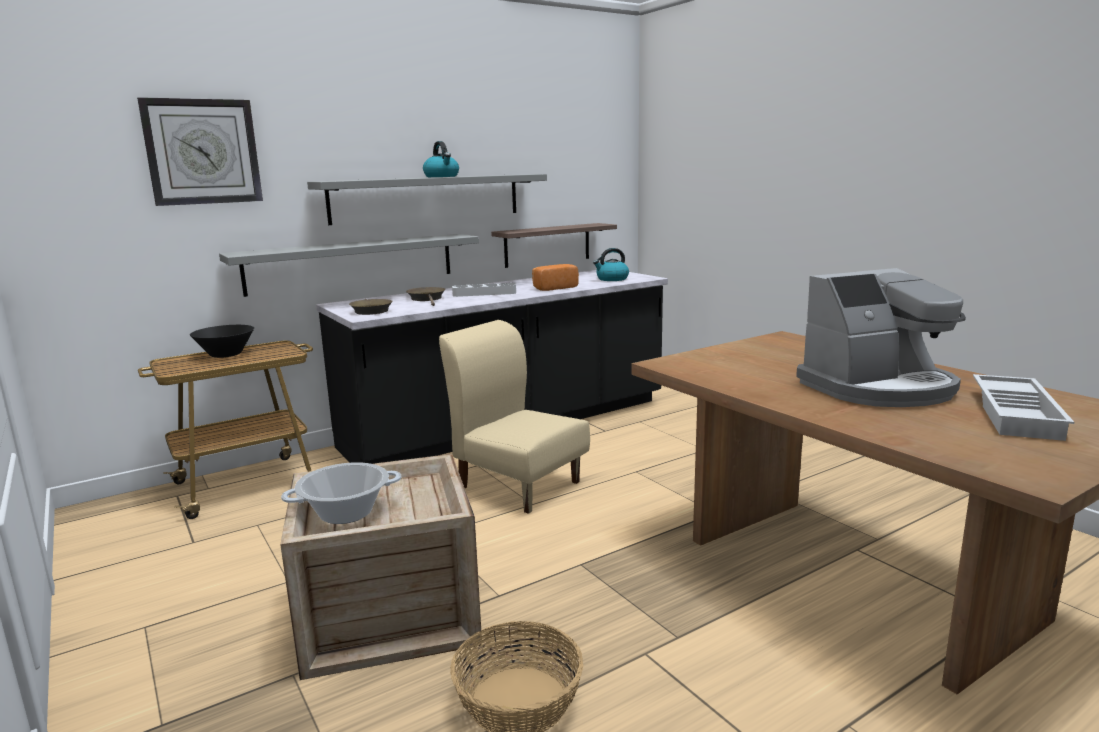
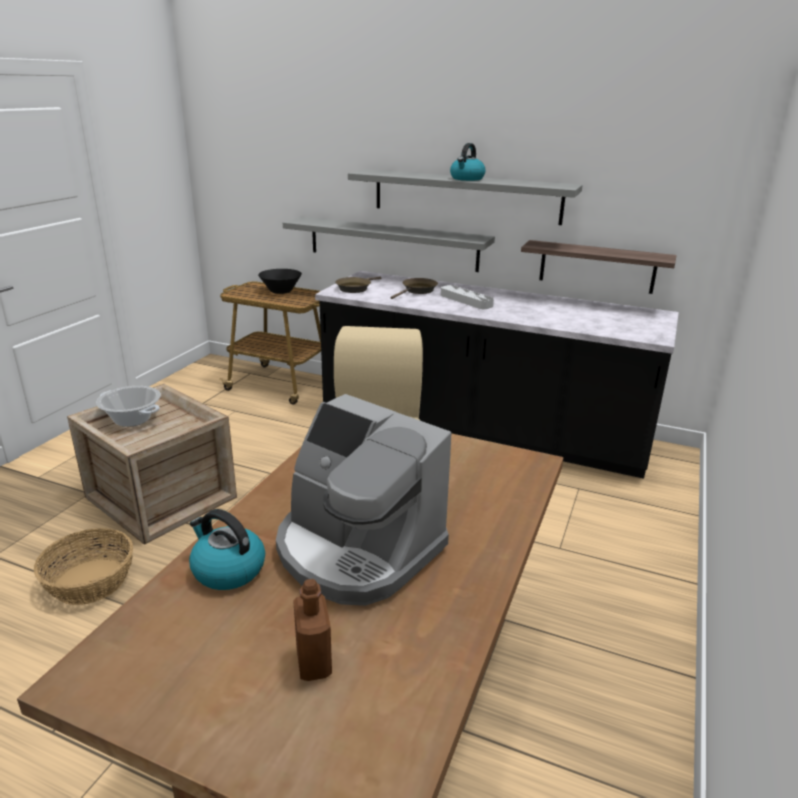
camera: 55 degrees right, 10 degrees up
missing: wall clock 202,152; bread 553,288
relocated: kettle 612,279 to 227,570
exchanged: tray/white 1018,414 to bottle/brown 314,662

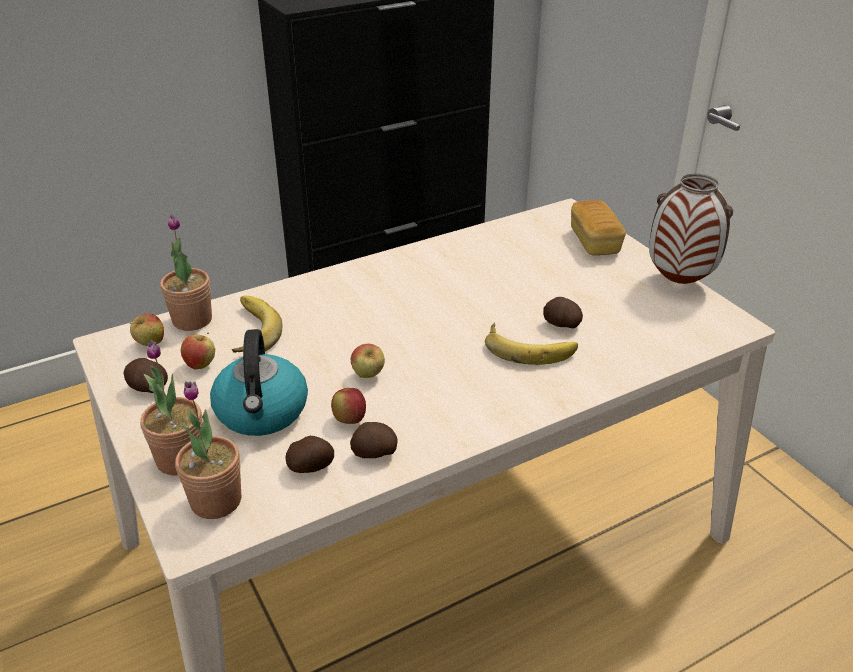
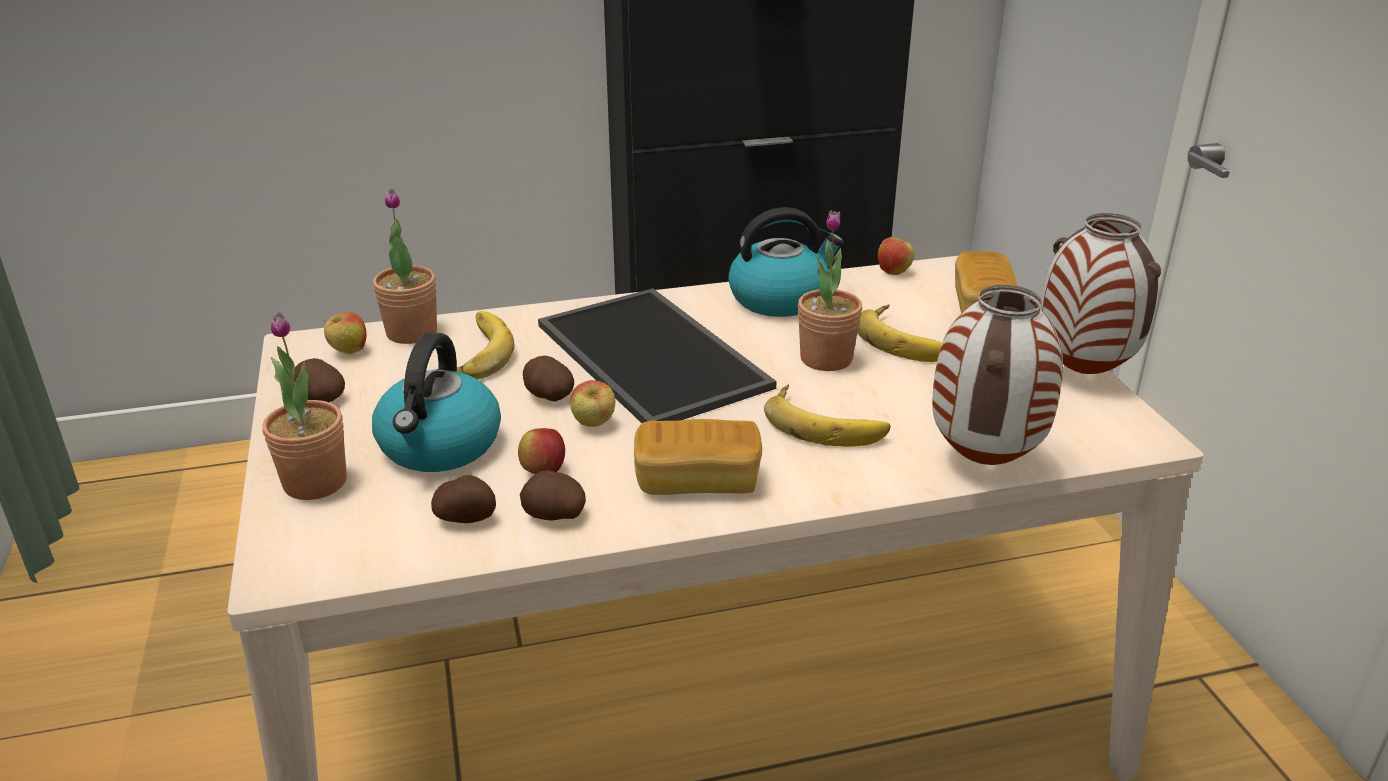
camera: 15 degrees right, 5 degrees down
appeared: tray 656,356; bread 697,481; kettle 780,298; banana 905,340; vase 985,463
relocated: potato 561,325 to 547,396; potted plant 216,501 to 826,359; apple 201,365 to 894,272

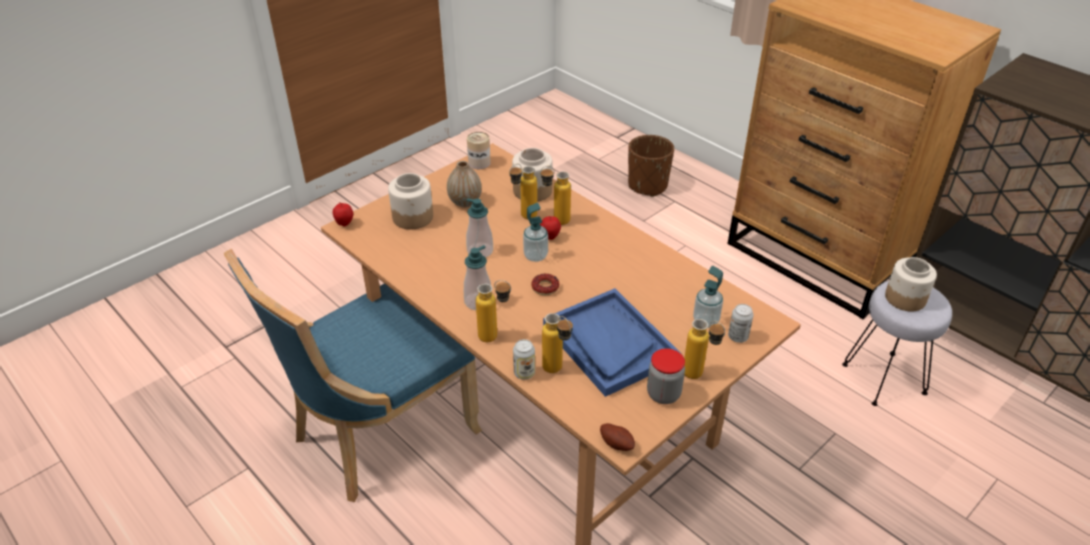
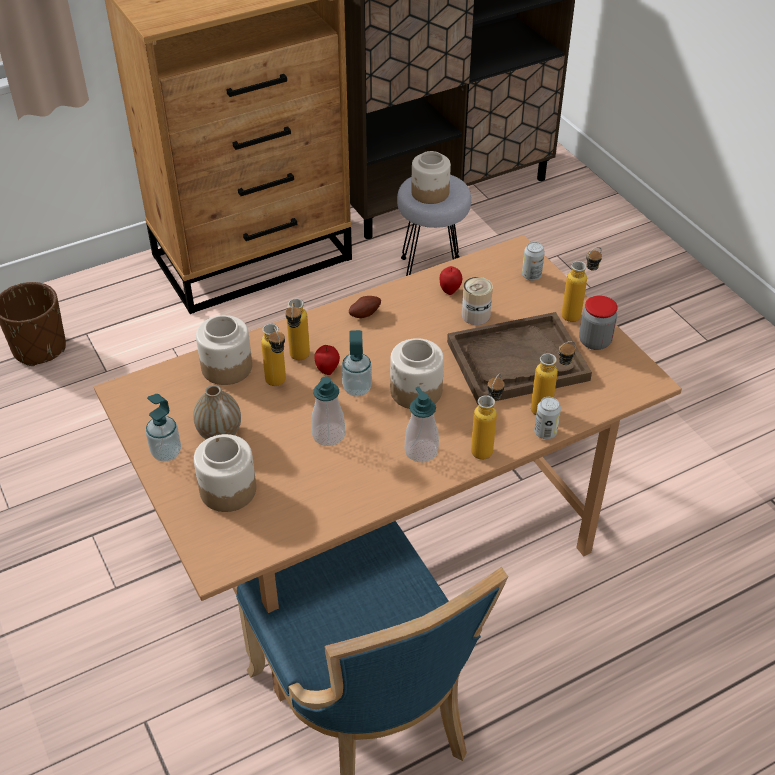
camera: 75 degrees left, 5 degrees up
relocated: soap dispenser 705,321 to 166,452; potato 617,443 to 364,313; apple 345,224 to 450,290; can 479,163 to 475,315
exchanged: donut 545,287 to jar 415,391
colour: tray/blue 609,343 to tray/brown 517,361

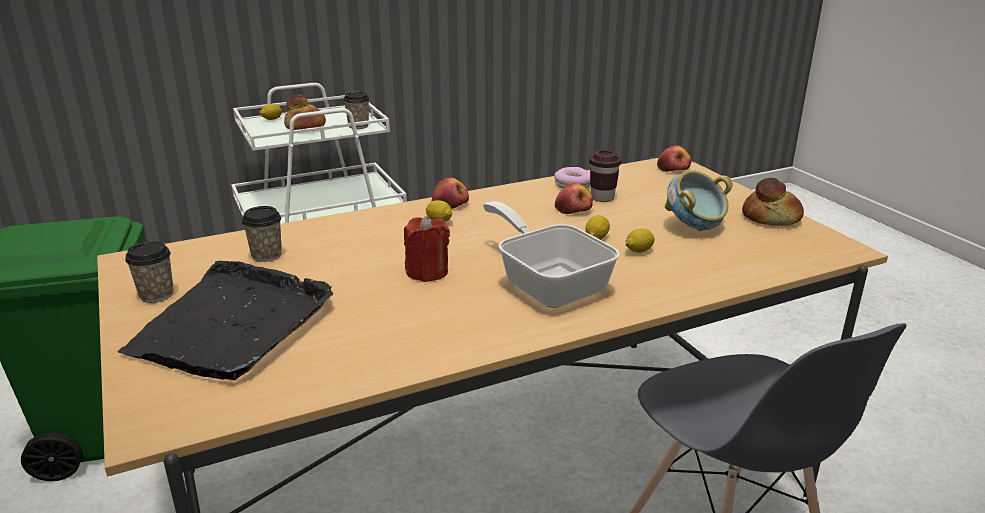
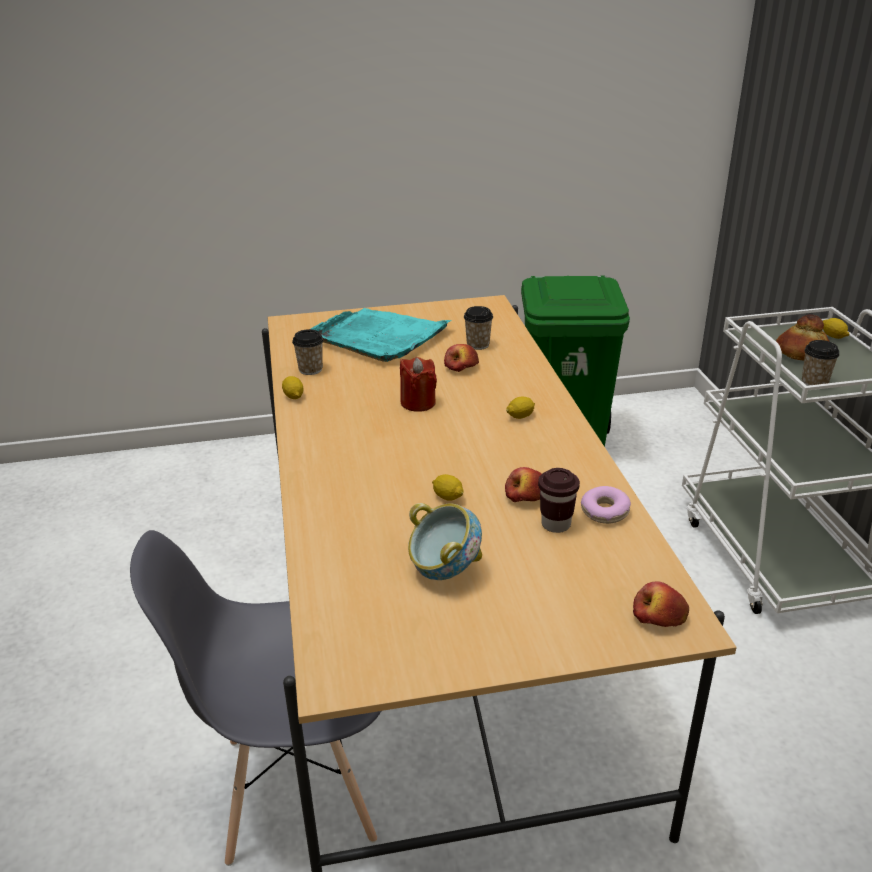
camera: 105 degrees right, 5 degrees up
missing: frying pan 548,282; bread 771,218
relocated: lemon 639,250 to 293,396; cup 156,295 to 310,369; apple 450,204 to 461,367
colour: tray/black 233,325 to tray/turquoise 379,337

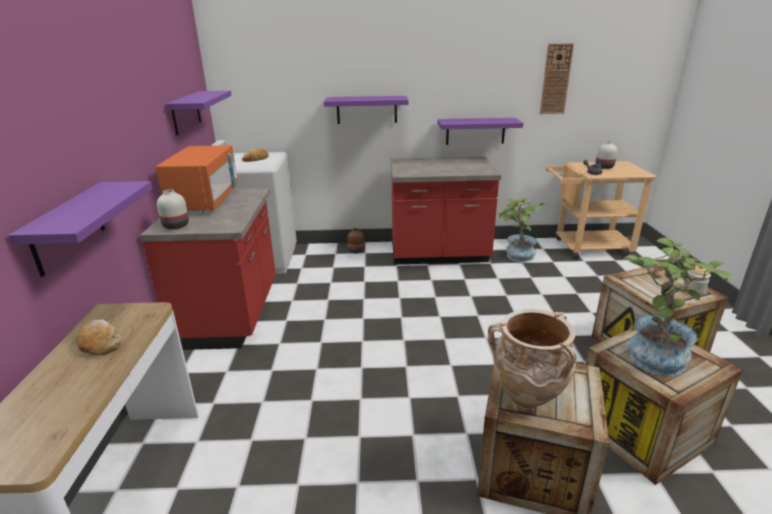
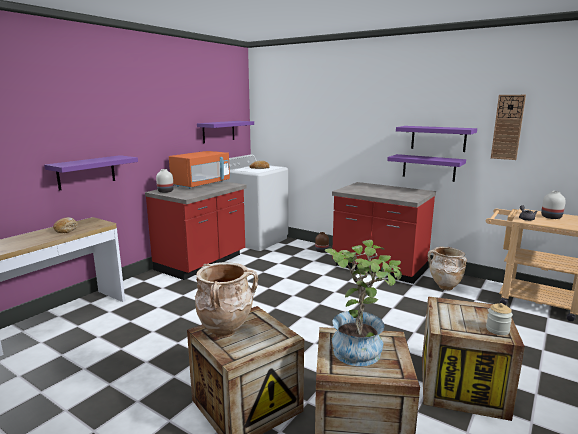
camera: 35 degrees right, 10 degrees down
relocated: shelf/purple 366,109 to 438,138
exchanged: potted plant 516,257 to vase/beige 444,287

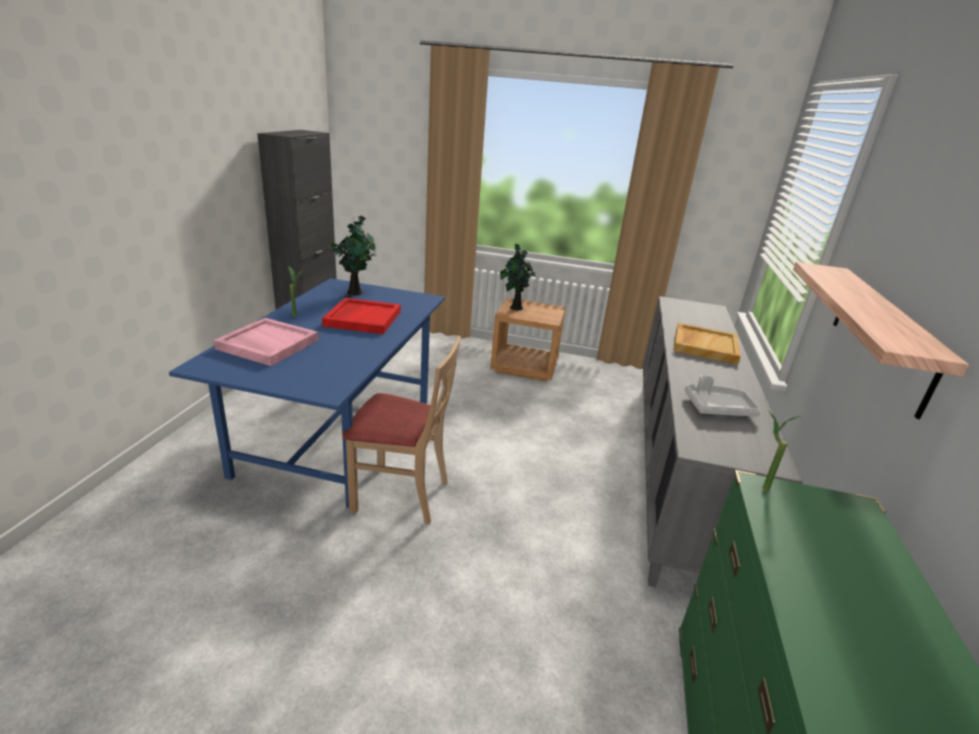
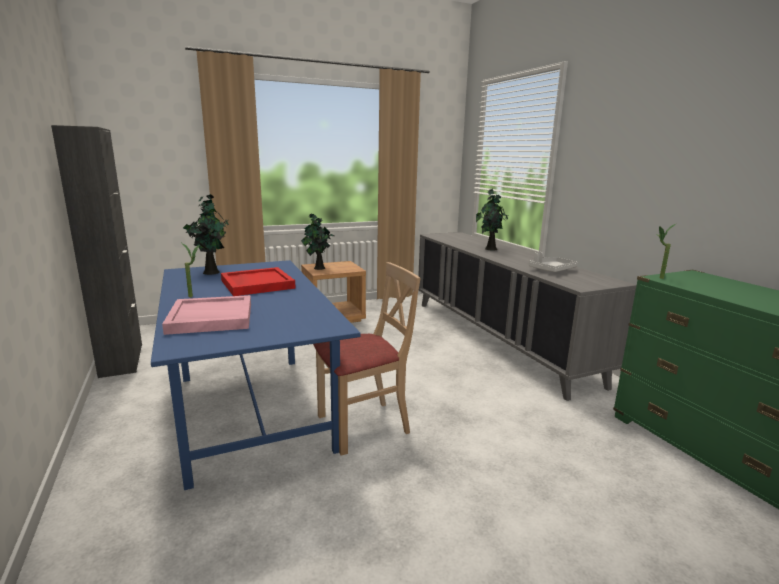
camera: 35 degrees left, 10 degrees down
missing: shelf 882,335
exchanged: tray/beige 704,345 to potted plant 489,249

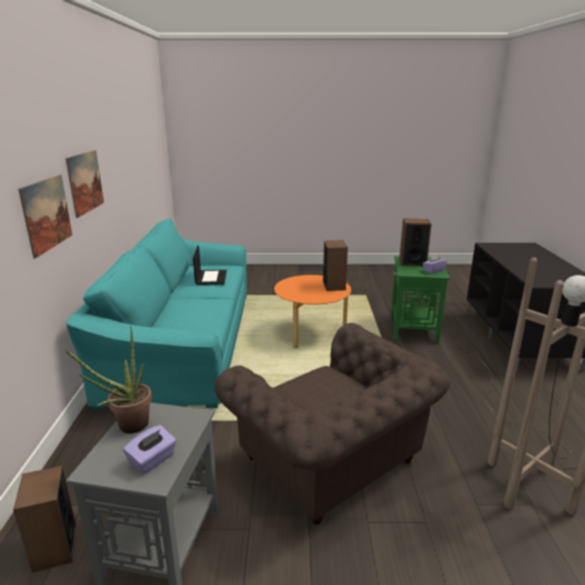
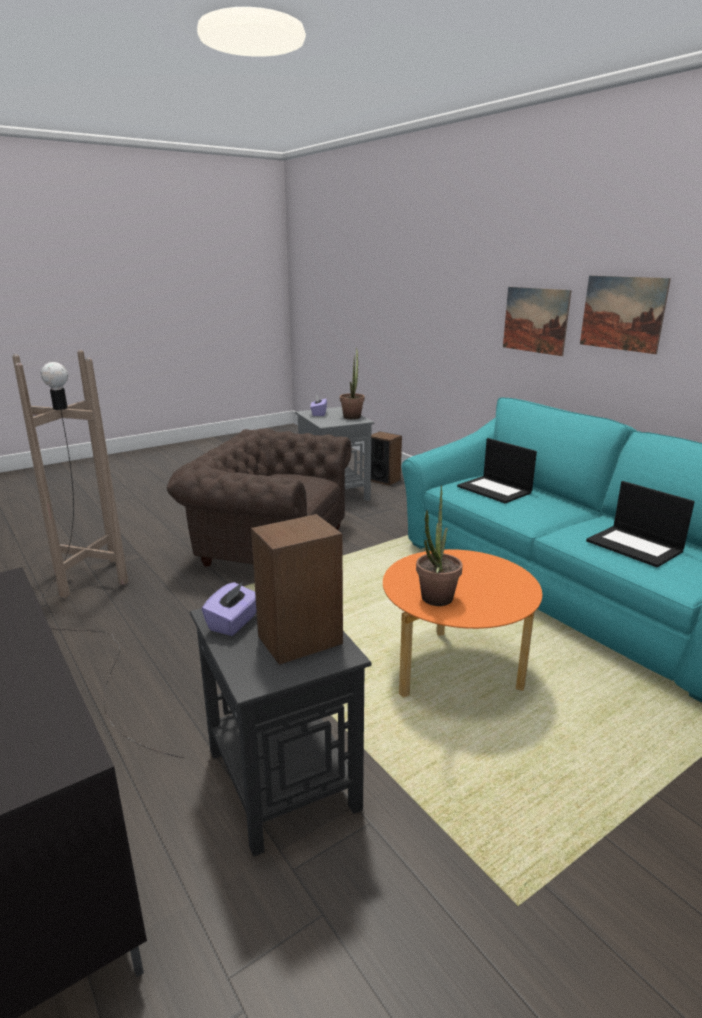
camera: 145 degrees right, 0 degrees up
appeared: laptop 495,490
exchanged: speaker 334,285 to potted plant 435,601
colour: side table/green 413,329 to side table/black 281,777

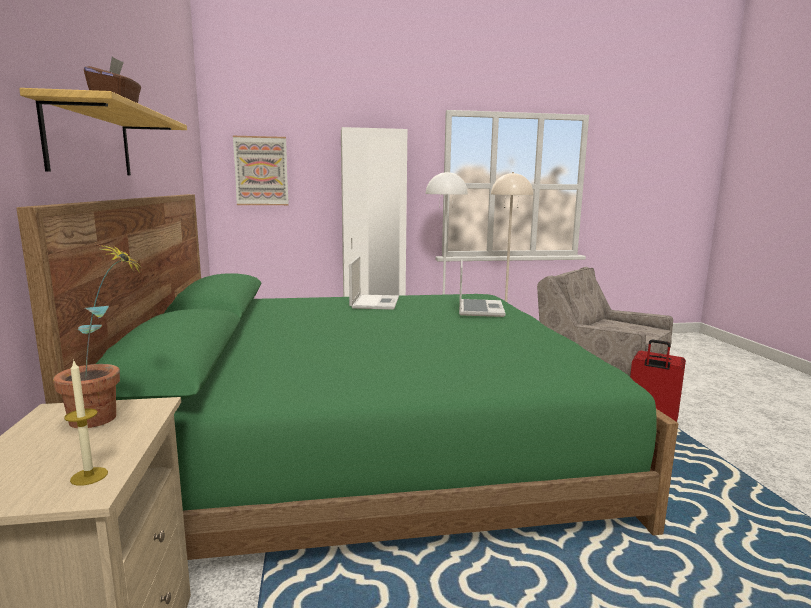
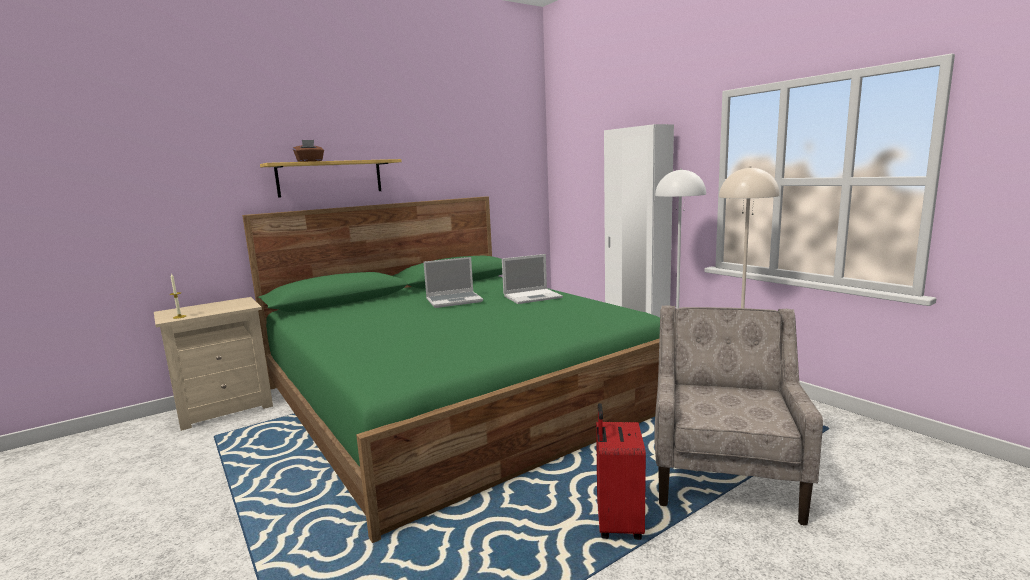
camera: 65 degrees right, 0 degrees up
missing: potted plant 108,418; picture 261,171
relocated: laptop 479,309 to 454,300

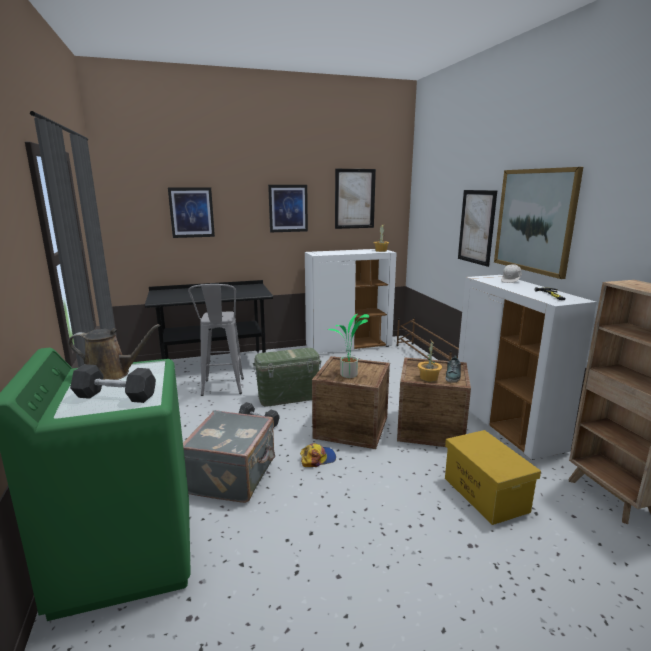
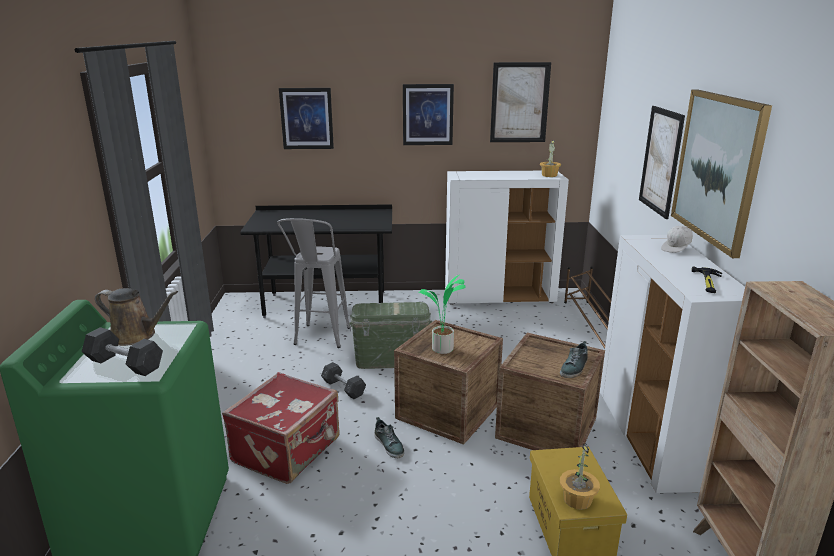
camera: 15 degrees right, 5 degrees up
relocated: potted plant 428,378 to 577,499
exchanged: cap 318,458 to shoe 389,445
colour: suitcase/grey 233,476 to suitcase/red 288,450

